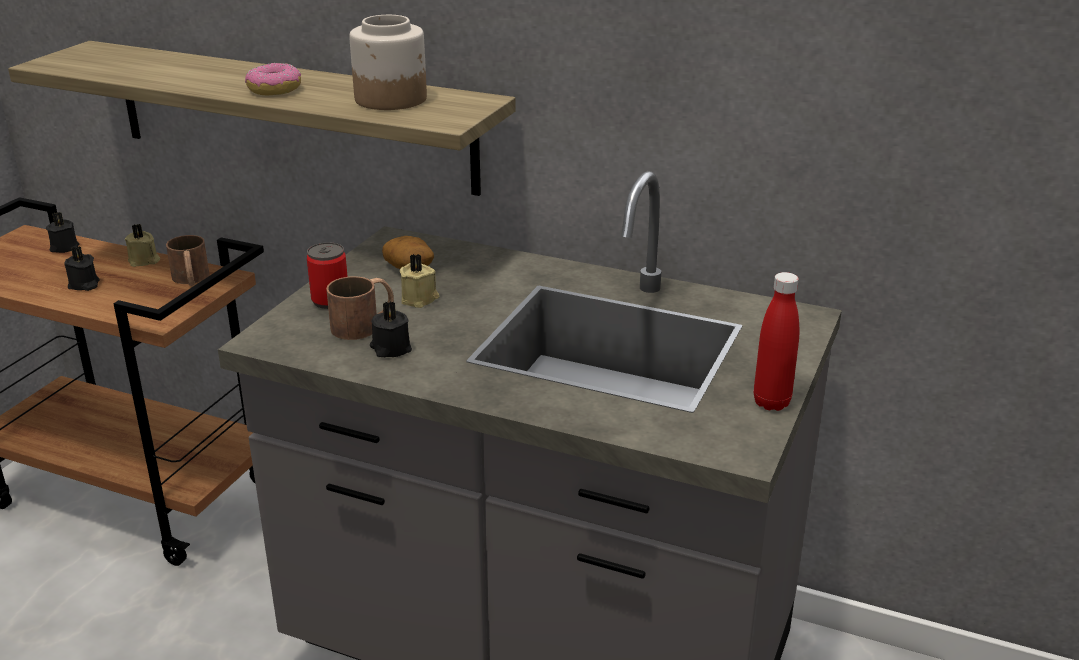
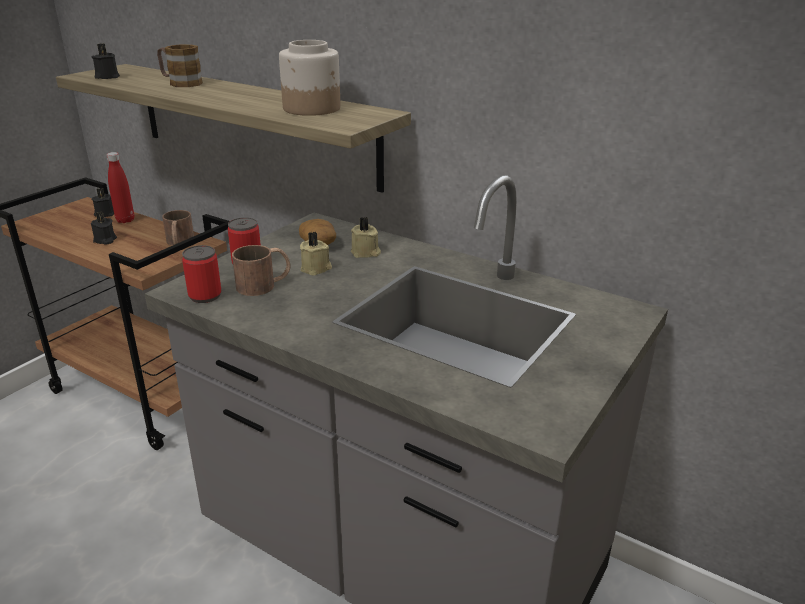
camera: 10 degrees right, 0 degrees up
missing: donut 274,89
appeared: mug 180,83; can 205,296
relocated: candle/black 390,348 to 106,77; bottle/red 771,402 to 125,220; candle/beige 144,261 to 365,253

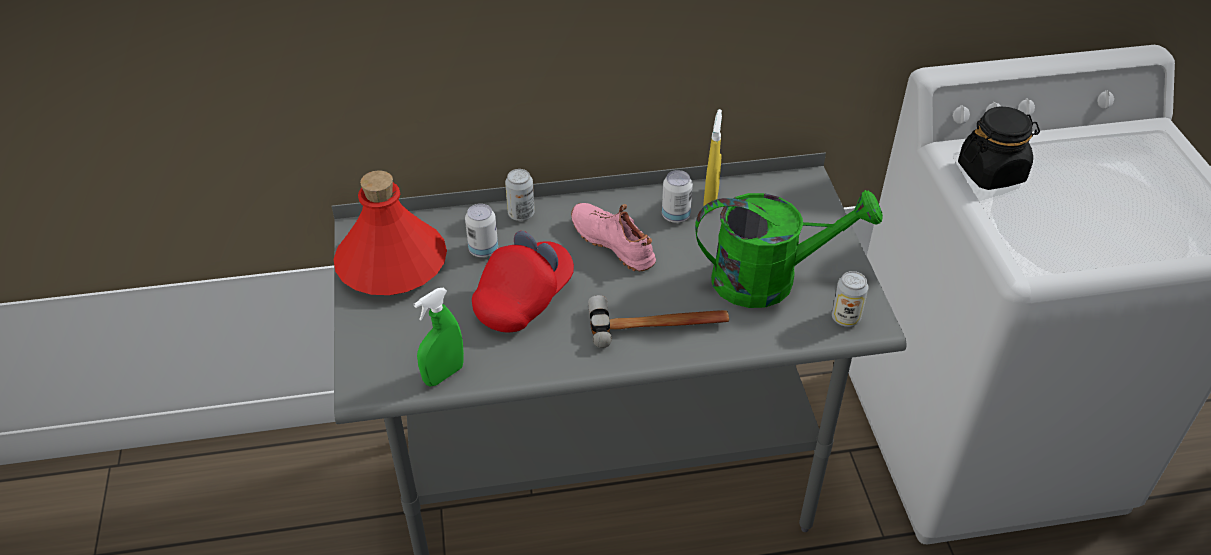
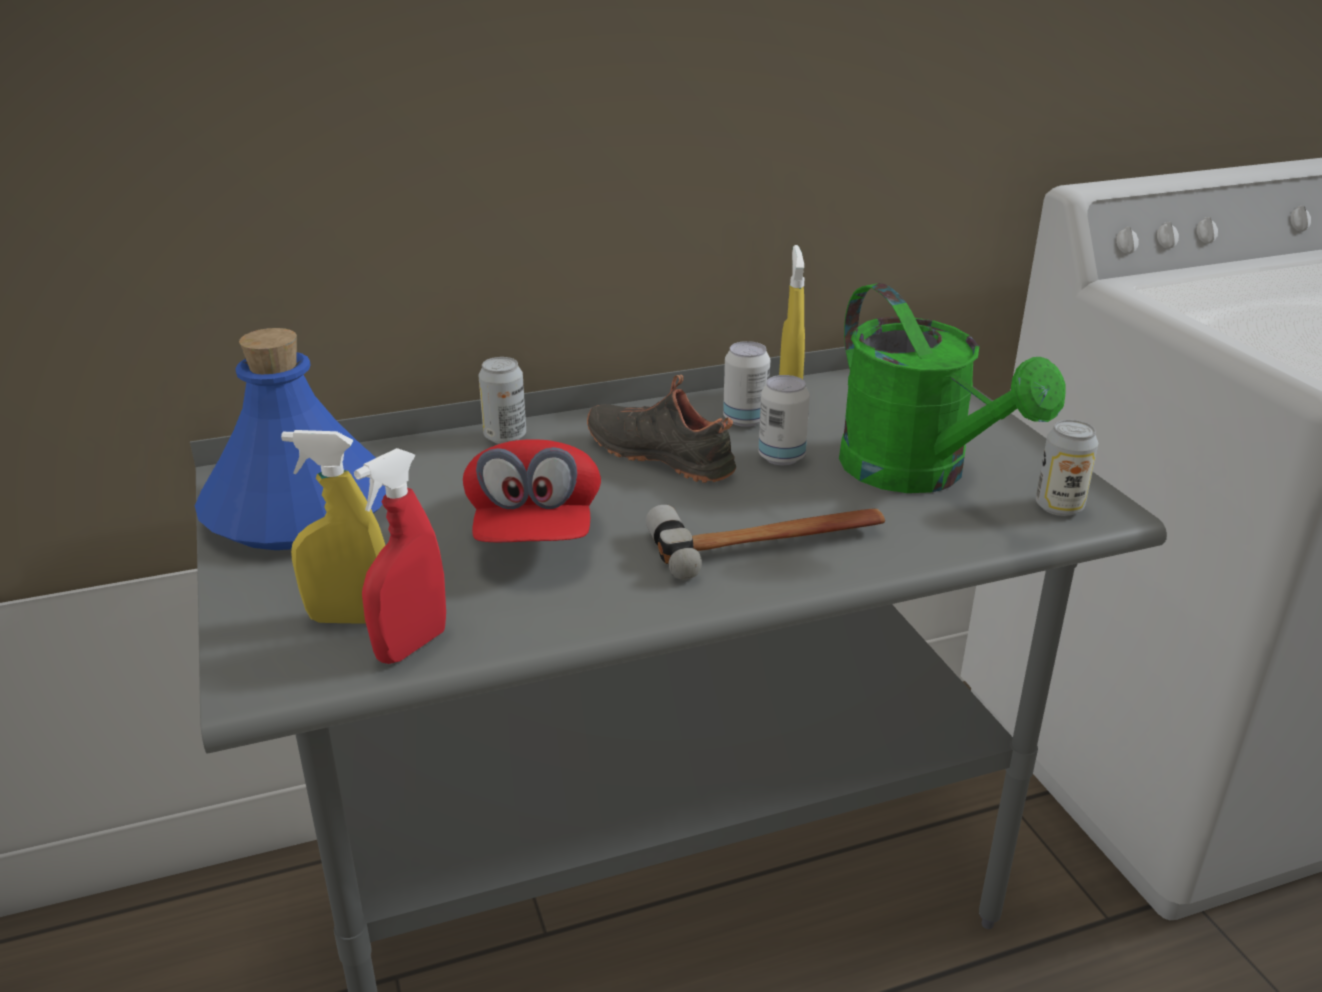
camera: 10 degrees left, 15 degrees down
missing: jar/black 991,172
appeared: spray bottle/yellow 349,618
relocated: can 483,250 to 781,457
colour: bottle/red 393,263 to bottle/blue 300,510; spray bottle/green 443,374 to spray bottle/red 411,646; shoe/pink 614,242 to shoe/black 662,455
spun: cap/red 524,299 = 535,532 150 degrees clockwise; watering can/green 769,279 = 919,474 75 degrees clockwise

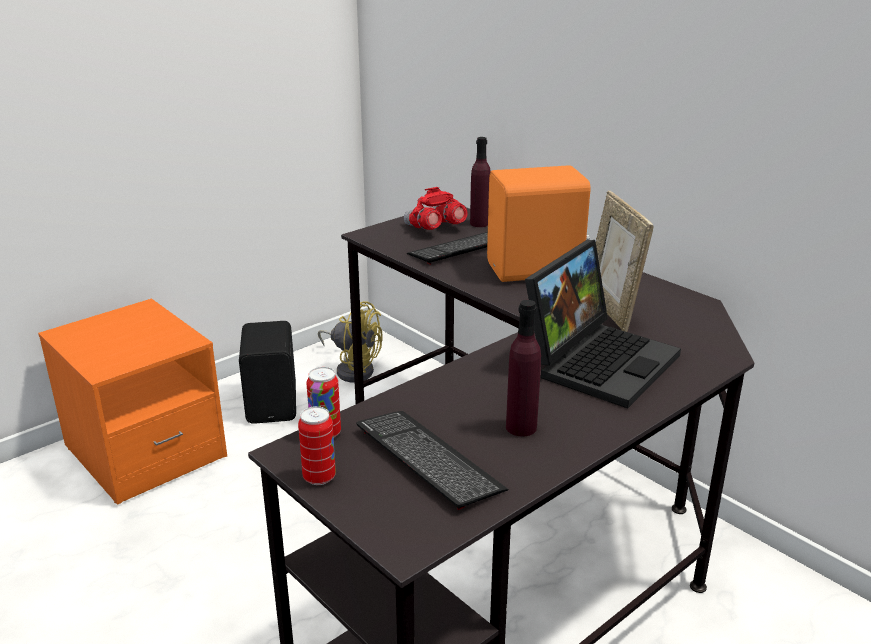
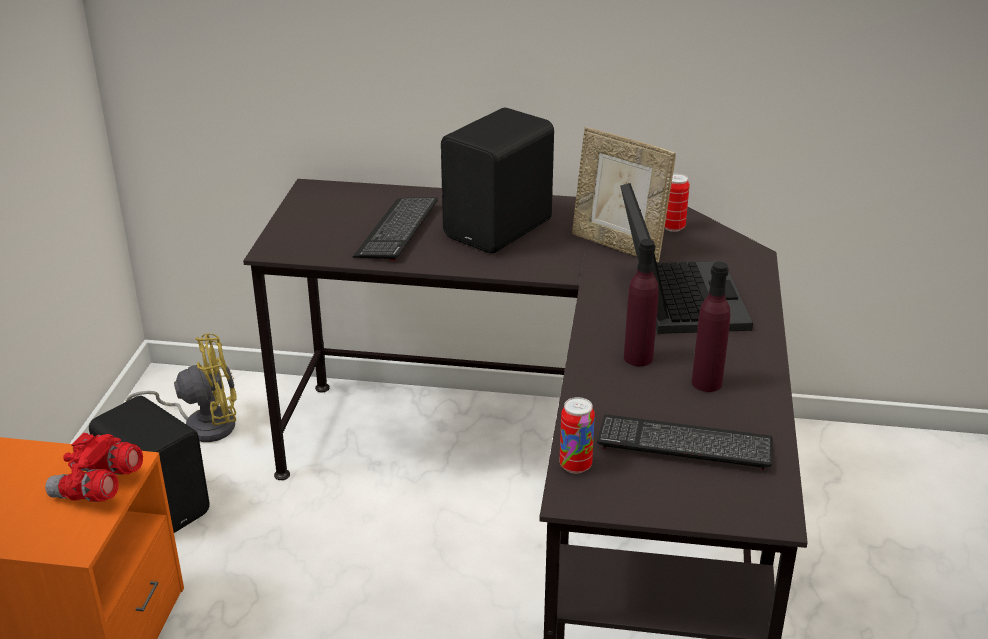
camera: 40 degrees left, 5 degrees up
relocated: binoculars/red 434,229 to 98,489; bottle/purple 479,223 to 638,358; can 319,477 to 673,227
colour: speaker/orange 536,270 to speaker/black 501,230

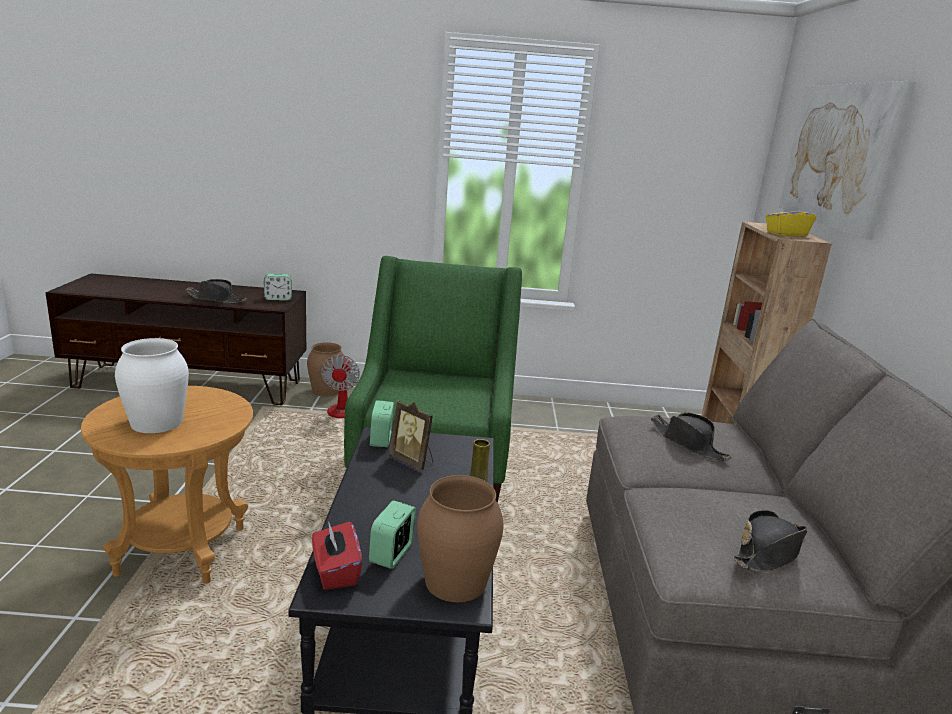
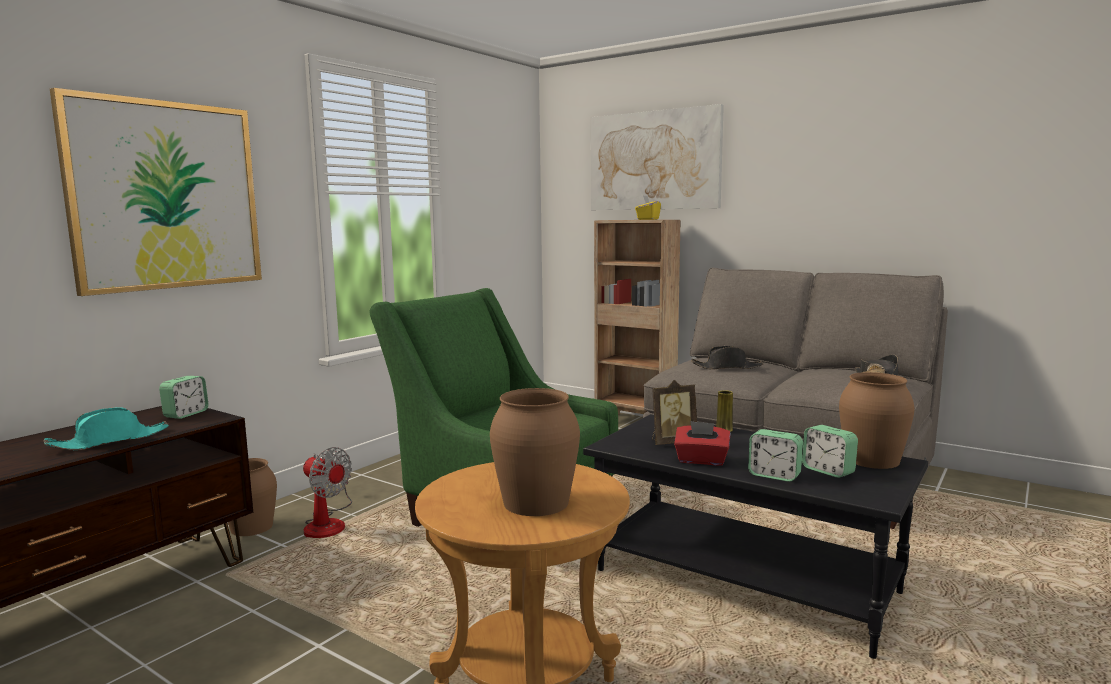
camera: 55 degrees left, 10 degrees down
appeared: picture 166,196
relocated: tissue box/red 335,571 to 701,460; alarm clock 381,440 to 774,475
colour: hat/black 216,299 to hat/turquoise 110,441; vase/white 156,422 to vase/brown 536,503

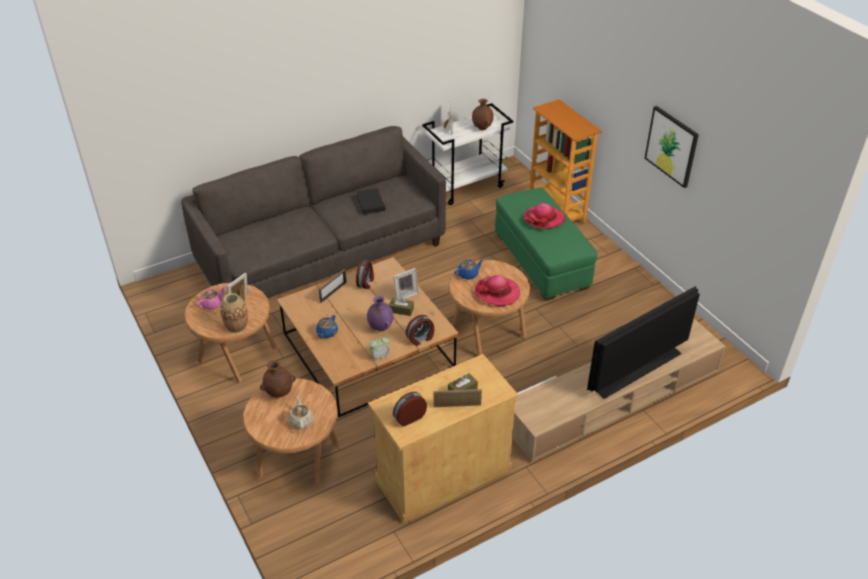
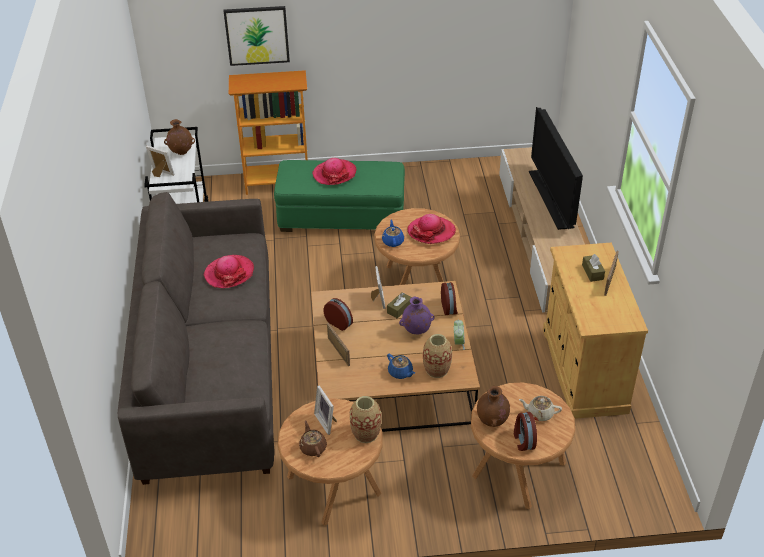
camera: 65 degrees left, 0 degrees up
appeared: vase 436,370
relocated: picture 671,146 to 257,35; alarm clock 409,417 to 523,440
exchanged: book/black 370,203 to hat 229,273
colour: teapot/pink 212,304 to teapot/brown 313,447

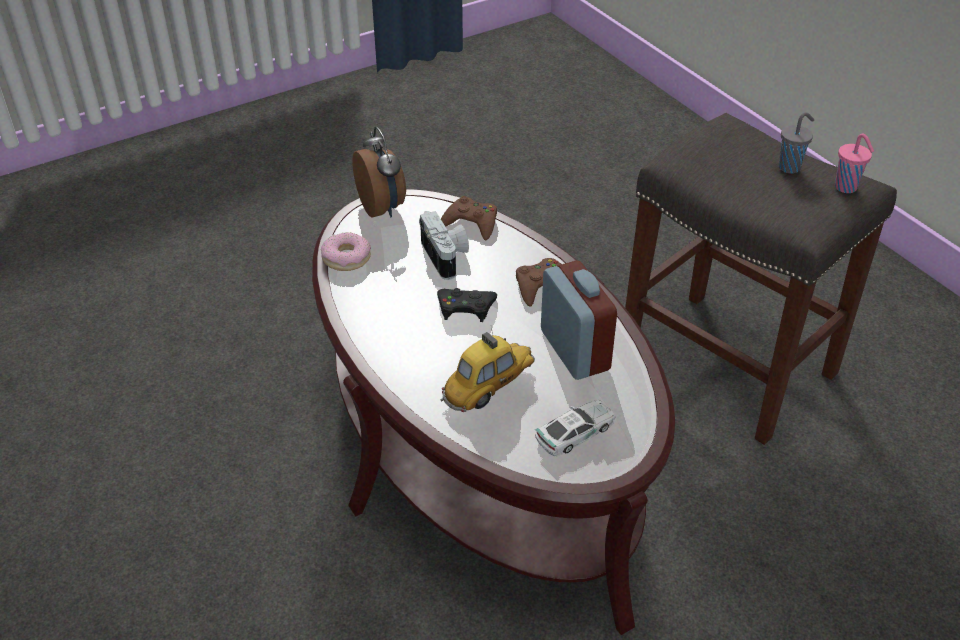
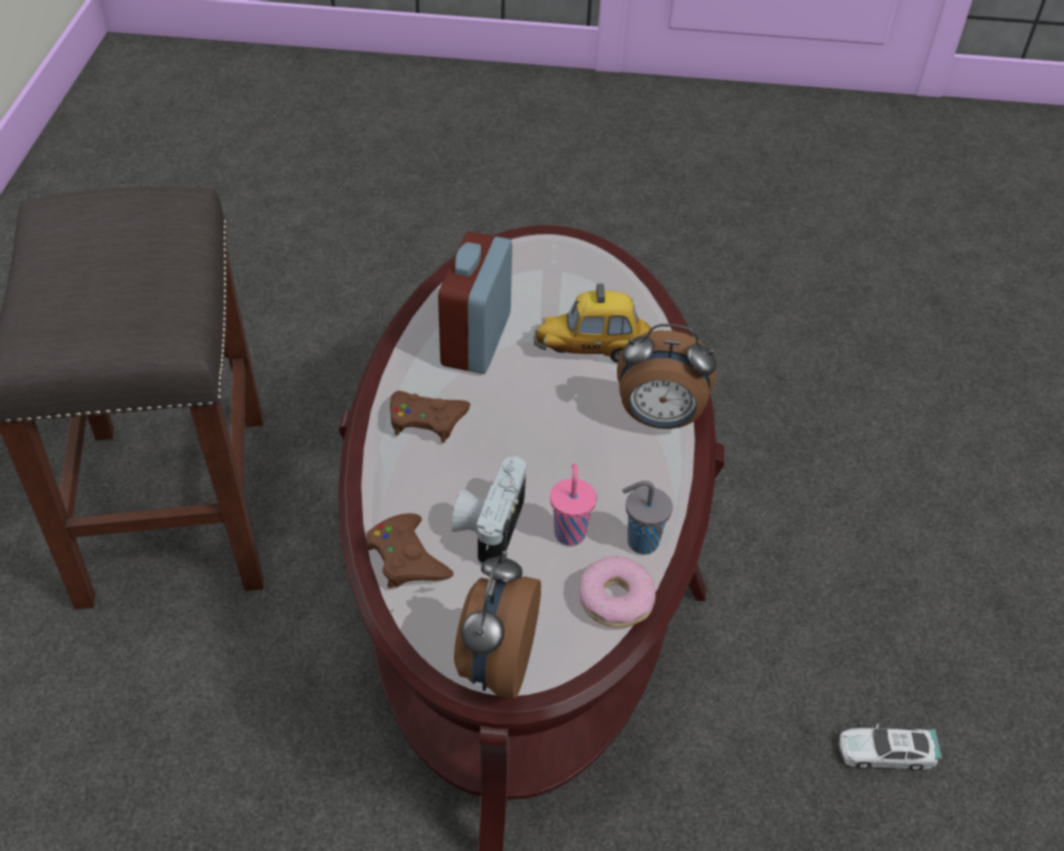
camera: 145 degrees left, 5 degrees up
missing: game controller/black 465,308
appeared: alarm clock 659,419
relocated: cup/pink 846,188 to 569,532; cup/grey 790,167 to 640,542; toy car 575,432 to 885,752

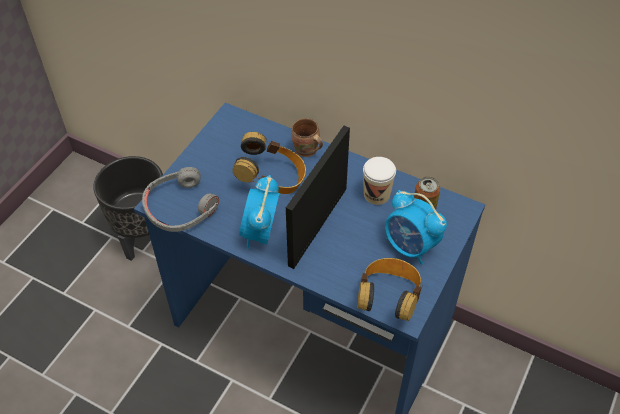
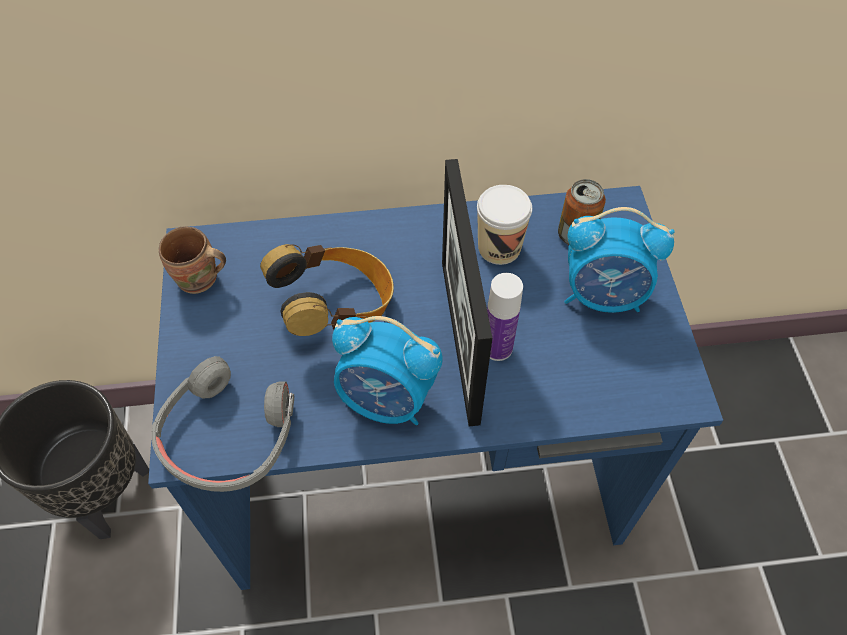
camera: 35 degrees left, 5 degrees up
missing: headphones 388,299
appeared: bottle 497,348
relocated: mug/brown 306,151 to 199,281
spun: alarm clock 260,233 = 387,400 45 degrees counterclockwise

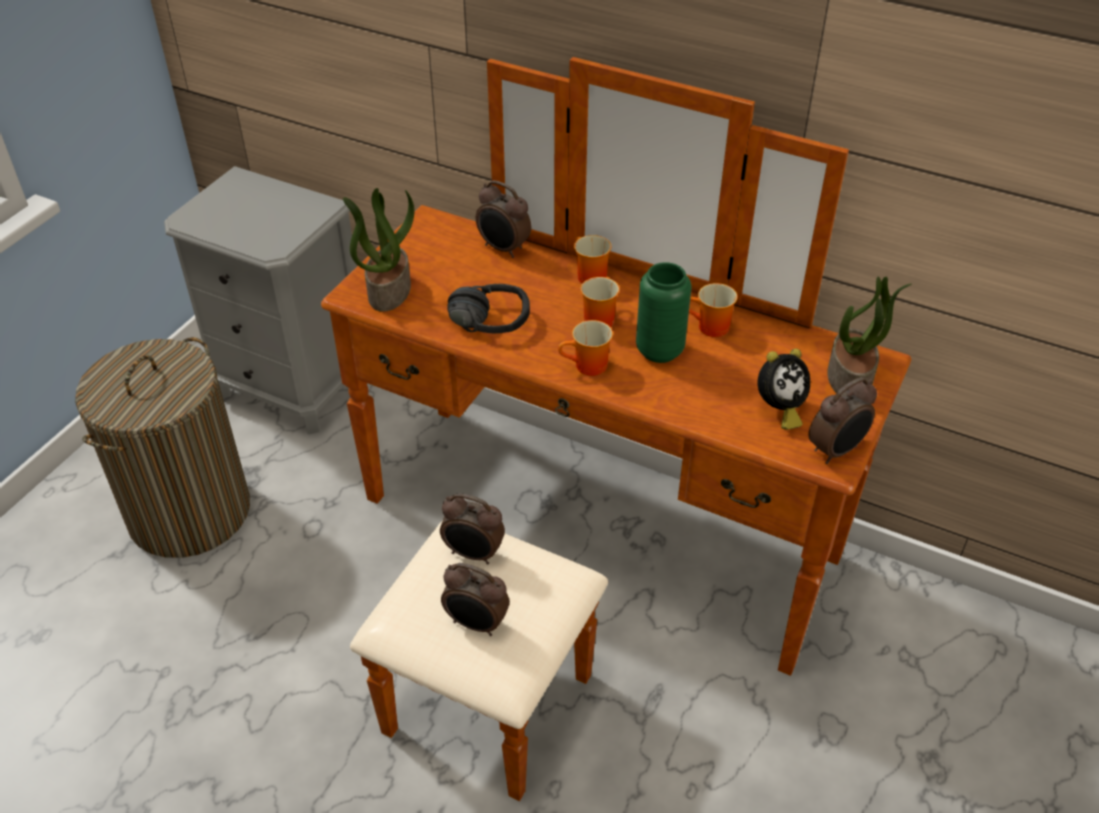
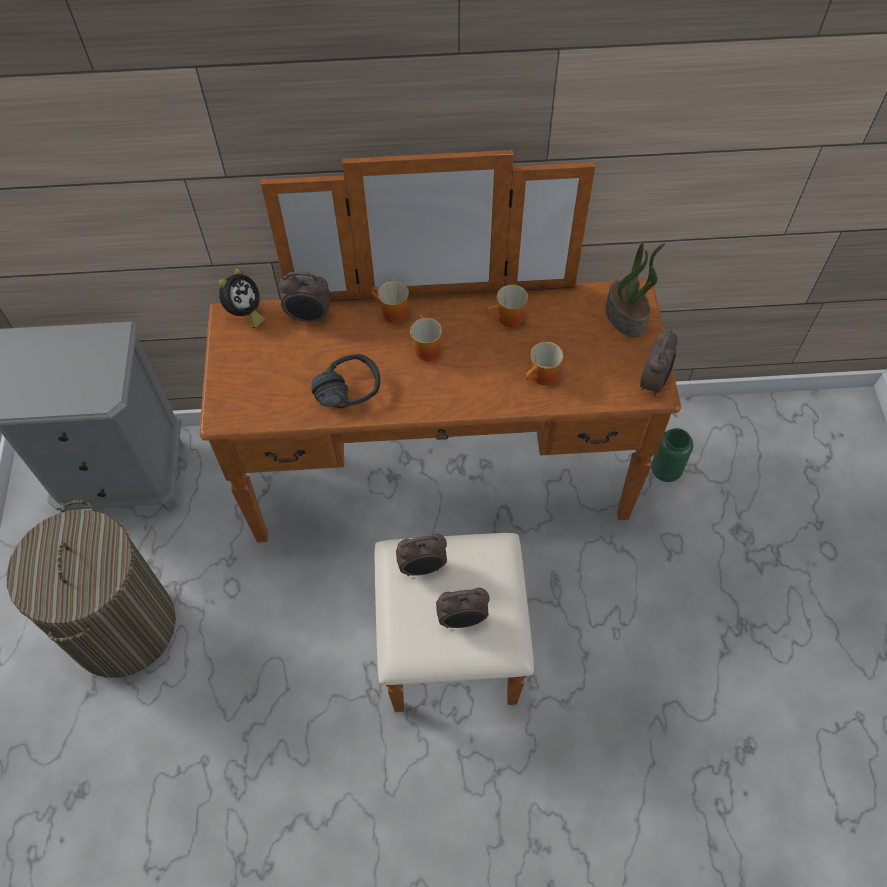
camera: 30 degrees left, 15 degrees up
missing: potted plant 388,290
relocated: alarm clock 779,410 to 245,314; mug 588,367 to 543,378; vase/green 659,350 to 665,471

